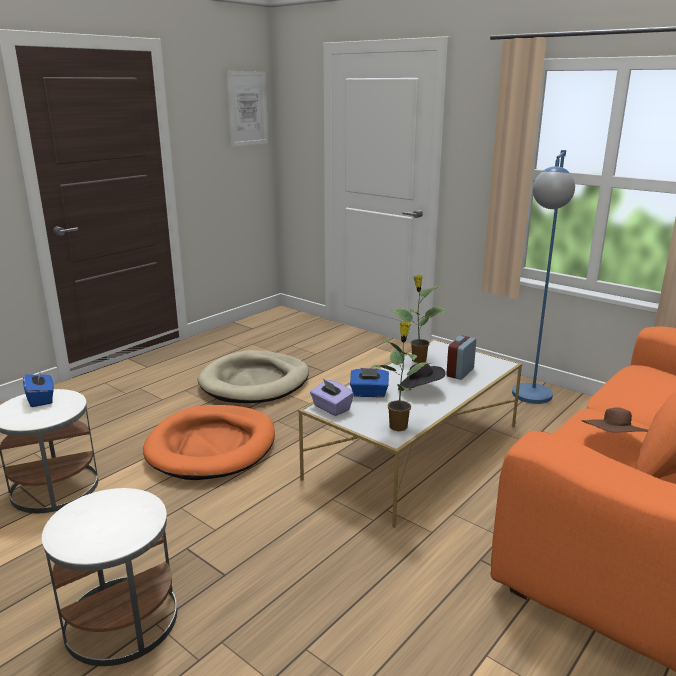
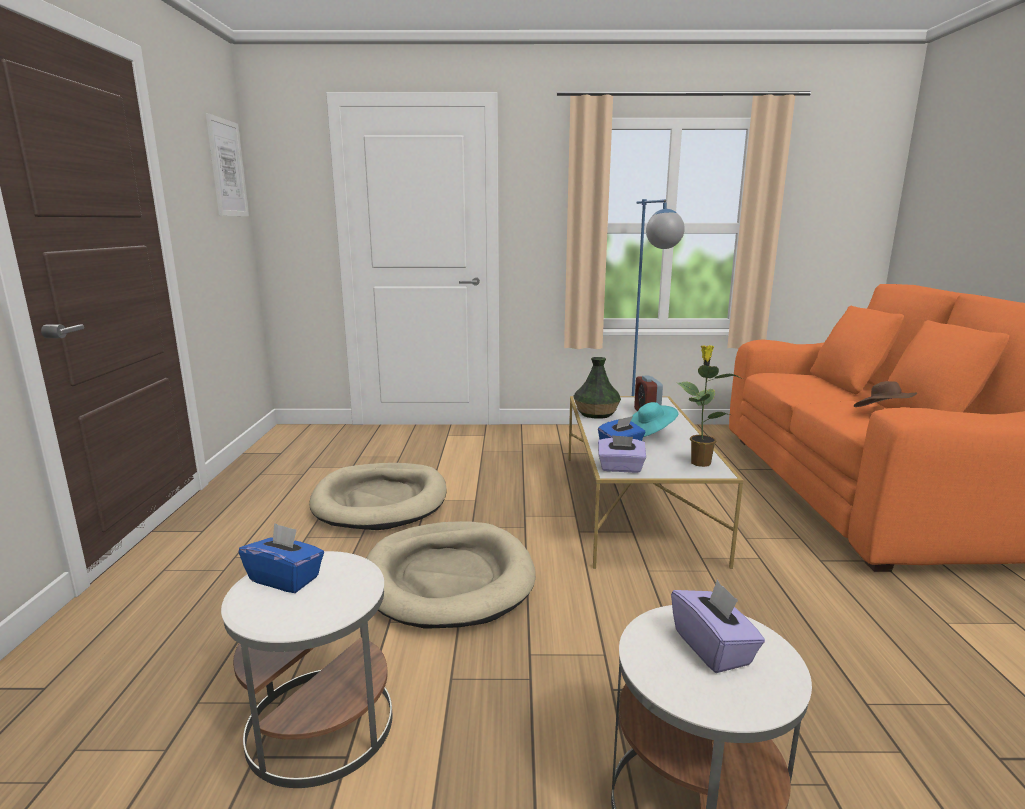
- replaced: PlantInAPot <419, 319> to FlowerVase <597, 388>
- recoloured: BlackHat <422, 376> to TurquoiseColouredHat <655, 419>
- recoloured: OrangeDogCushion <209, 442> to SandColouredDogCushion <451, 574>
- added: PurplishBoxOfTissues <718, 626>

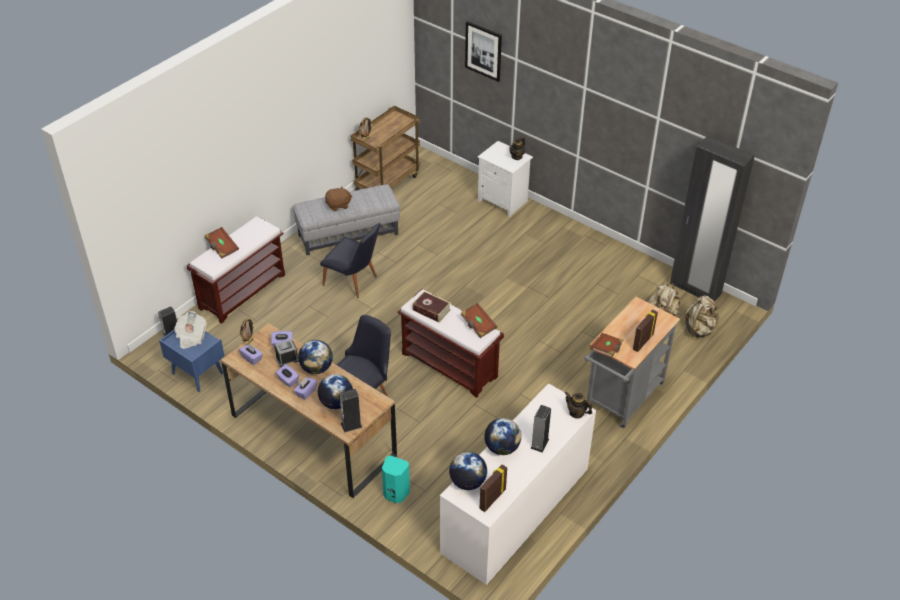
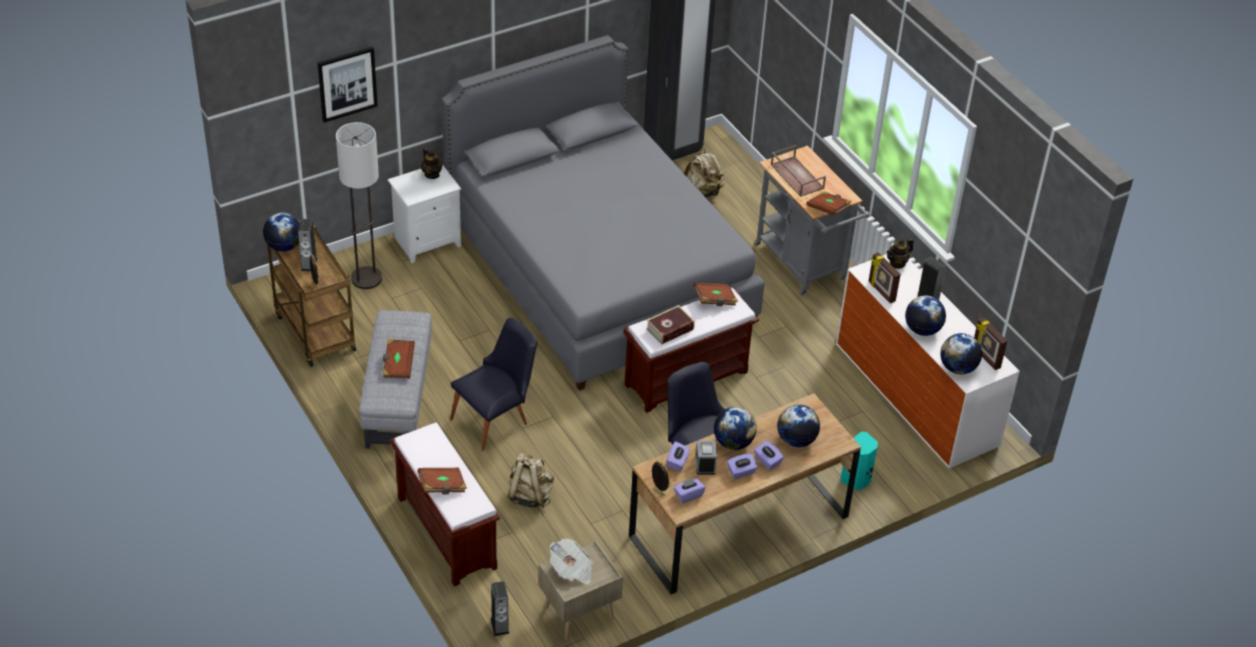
- replaced: BrownSoftToy <338, 198> to BrownBoundBook <399, 359>
- moved: SandColouredRucksack <701, 317> to <531, 480>
- moved: PhotoFrame <645, 331> to <884, 278>
- recoloured: BlueColouredBedsideTable <191, 361> to SandColouredBedsideTable <580, 589>
- moved: AudioSpeaker <350, 411> to <307, 245>
- added: GreySleepingBed <603, 213>
- added: StandardLamp <359, 205>
- added: BrownCarryingTray <798, 171>
- added: Globe <281, 232>

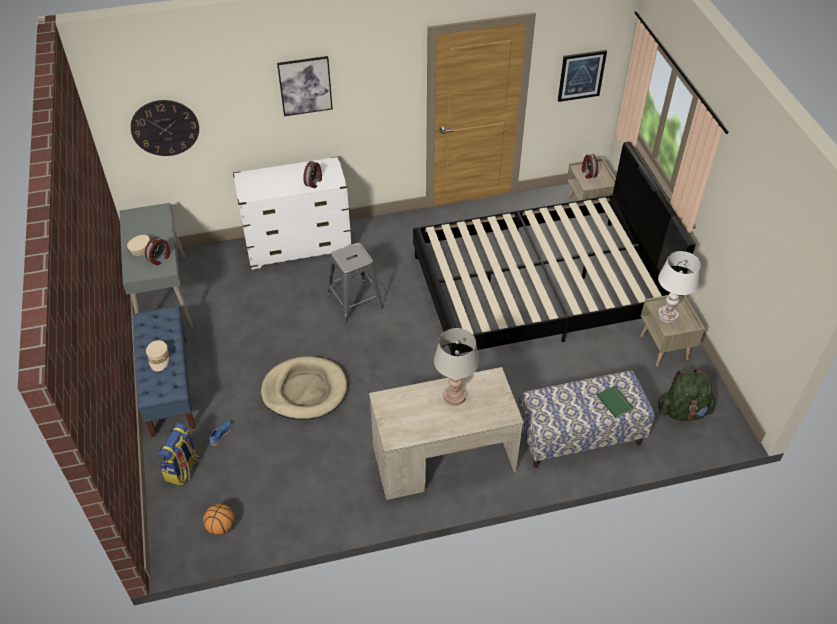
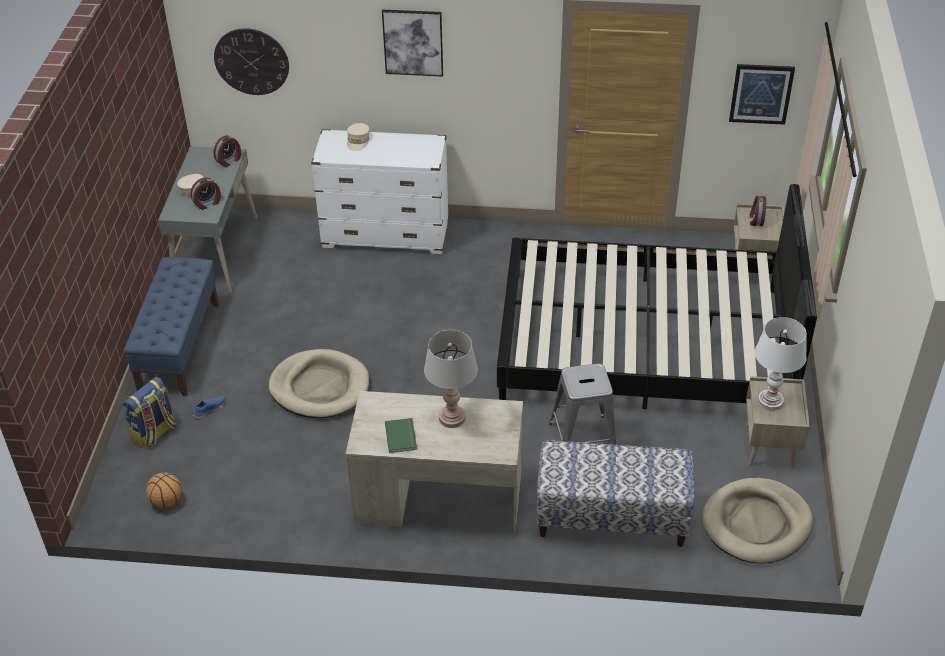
- moved: AlarmClock <312, 174> to <227, 151>
- moved: GreySittingStool <355, 283> to <582, 404>
- moved: SandColouredPeakedCap <157, 356> to <358, 137>
- replaced: GreenColouredRucksack <687, 395> to SandColouredDogCushion <757, 521>
- moved: GreenColouredBoundBook <615, 402> to <401, 435>

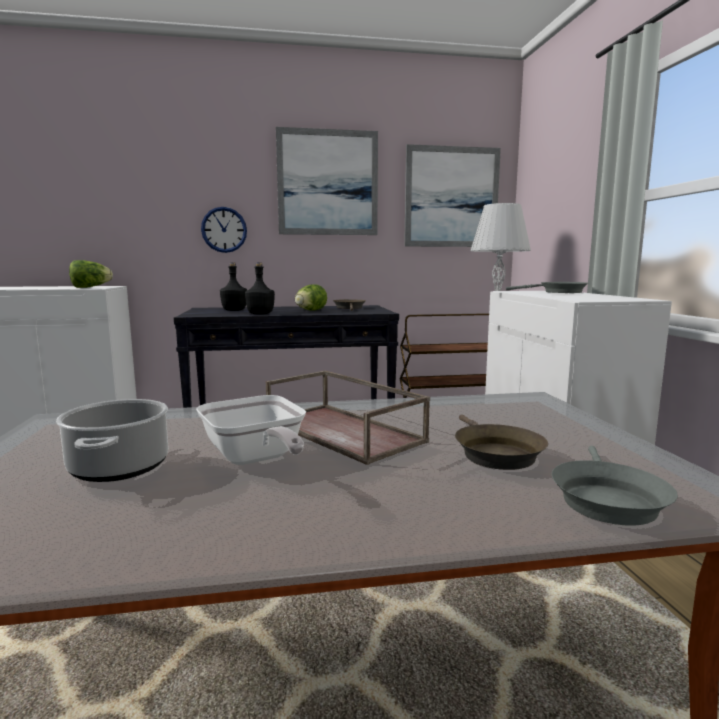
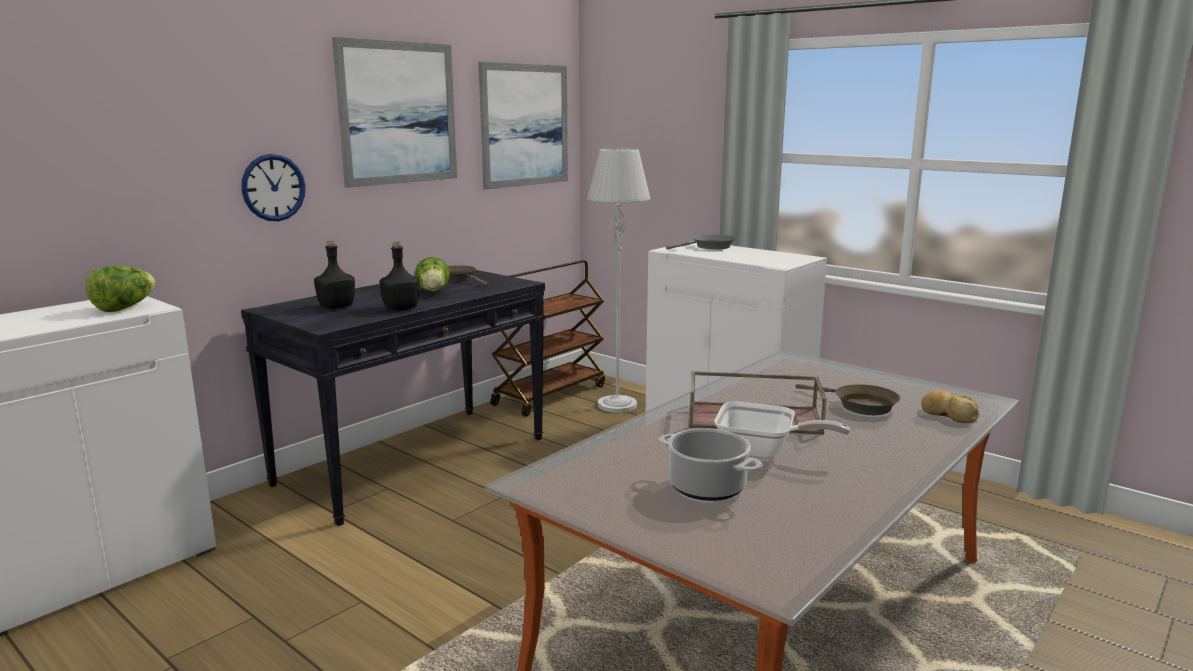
- replaced: GreyFryingPan <615, 485> to BakeryBread <950, 406>

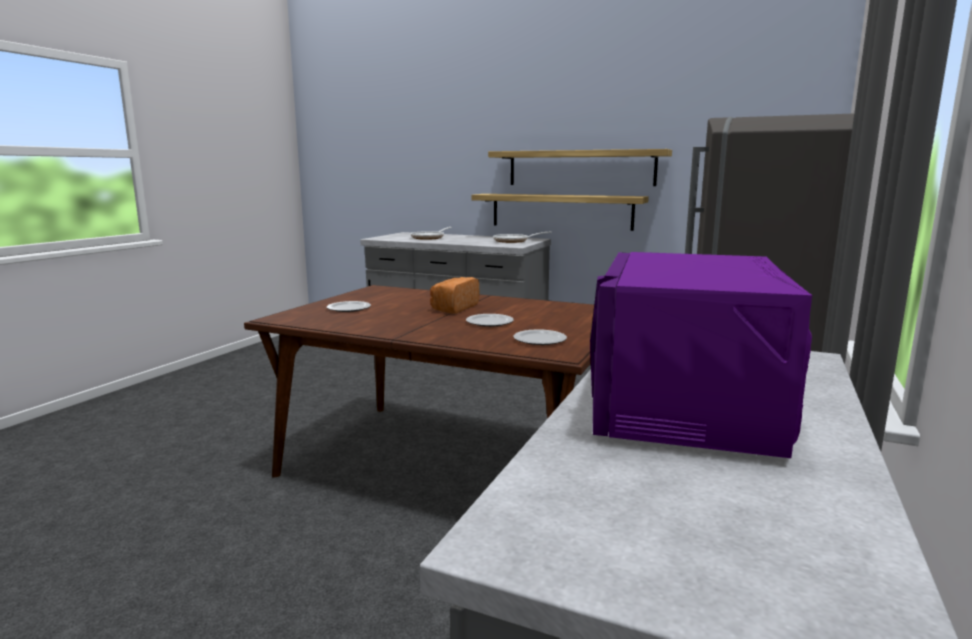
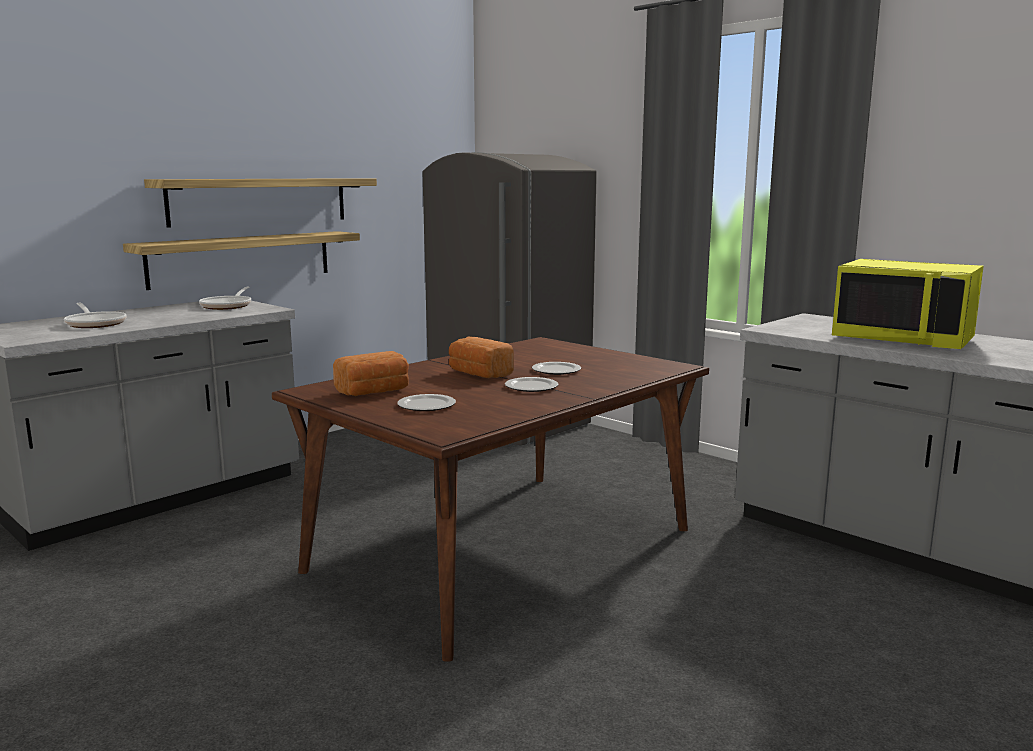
- recoloured: PurplishKitchenMicrowave <701, 355> to YellowKitchenMicrowave <908, 304>
- moved: DinnerPlate <540, 337> to <531, 384>
- added: BakeryBread <371, 373>

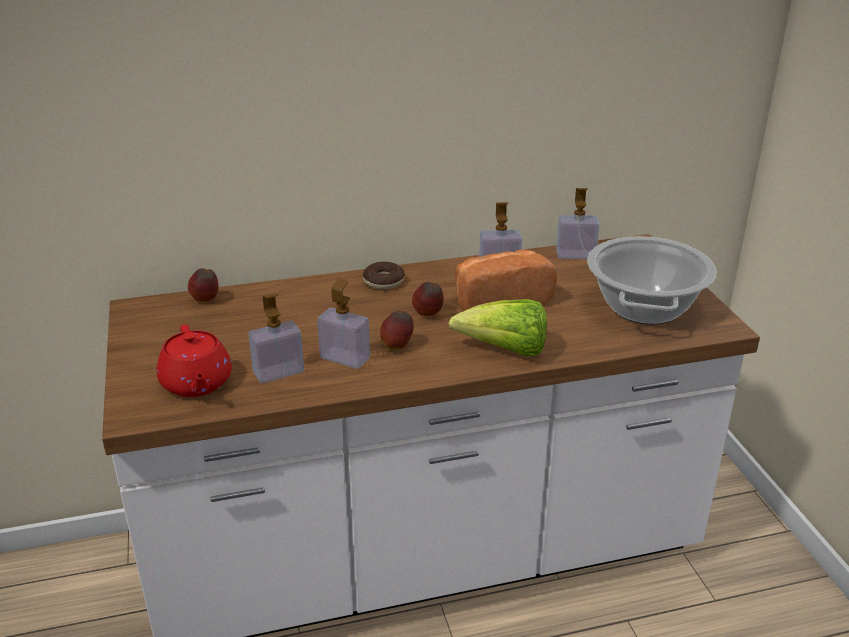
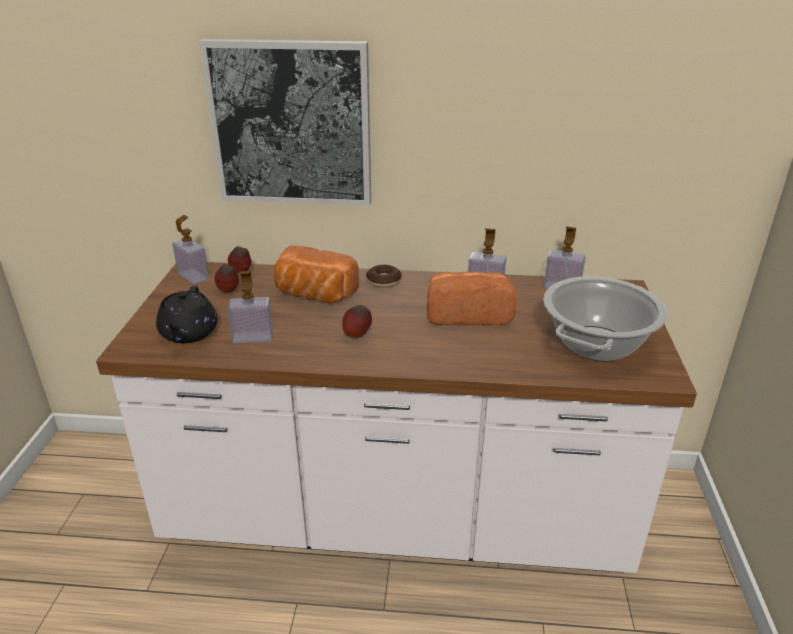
- moved: SoapDispenser <343, 323> to <190, 249>
- moved: Apple <428, 299> to <227, 278>
- removed: HeadOfLettuce <497, 327>
- recoloured: ReddishPotForTea <194, 361> to BlackPotForTea <187, 314>
- added: WallPicture <285, 122>
- added: BakeryBread <316, 274>

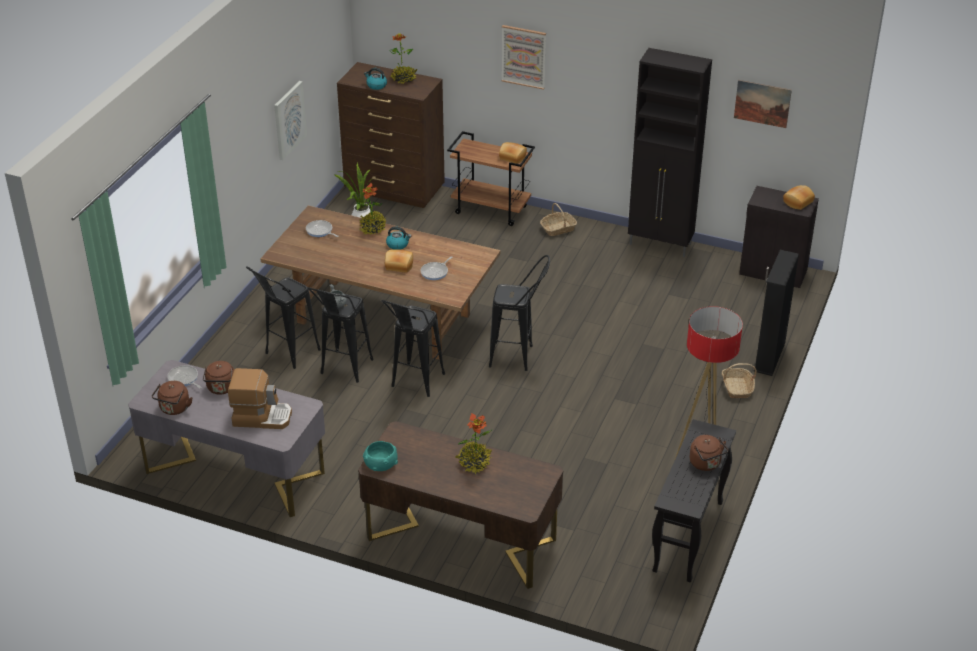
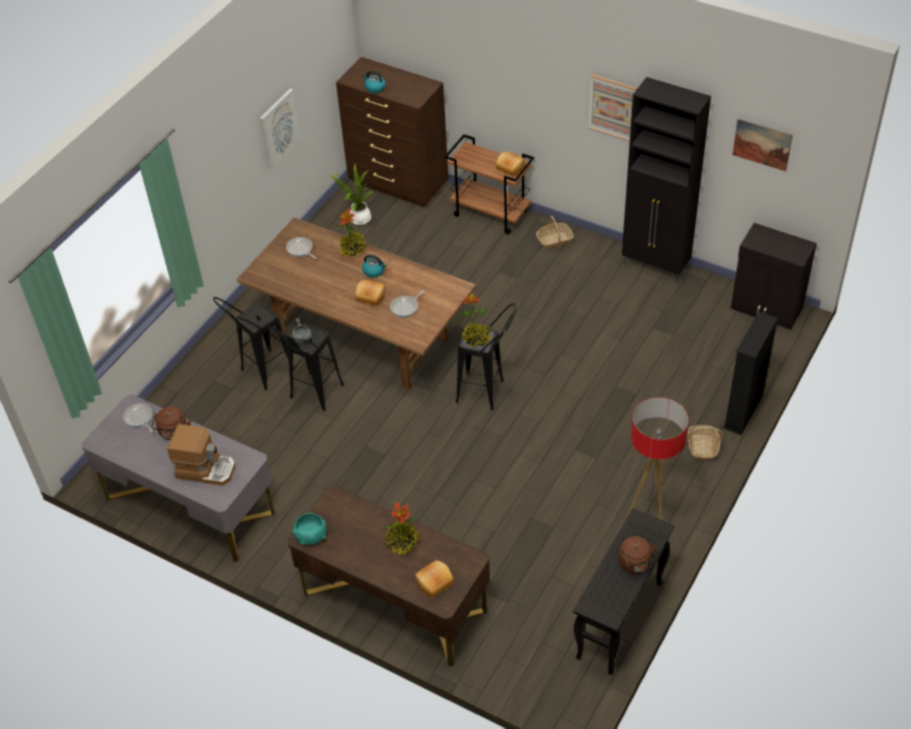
- moved: WallPicture <523, 57> to <613, 108>
- moved: PlantInAPot <403, 58> to <476, 321>
- moved: BakeryBread <799, 197> to <434, 579>
- removed: BlackSittingStool <413, 348>
- removed: BrownWaterKettle <172, 398>

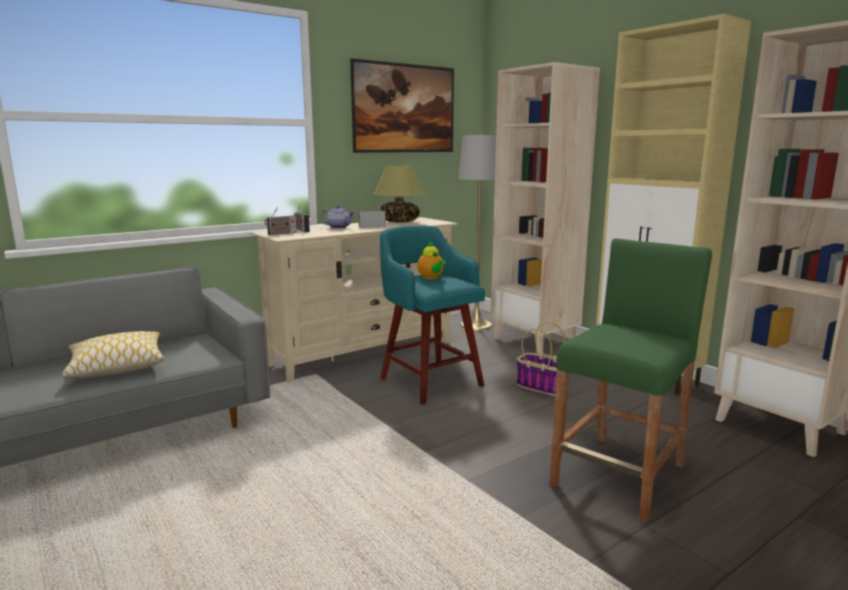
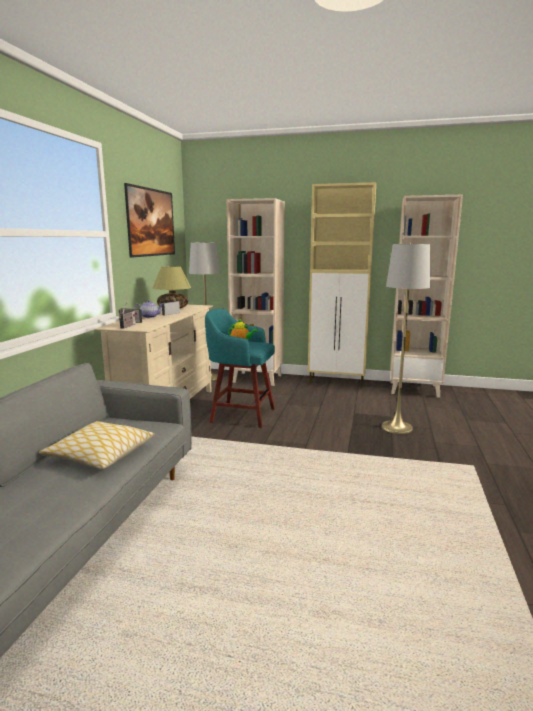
- replaced: GreenColouredSittingStool <630, 380> to GreyStandardLamp <406, 338>
- removed: HouseholdBasket <541, 359>

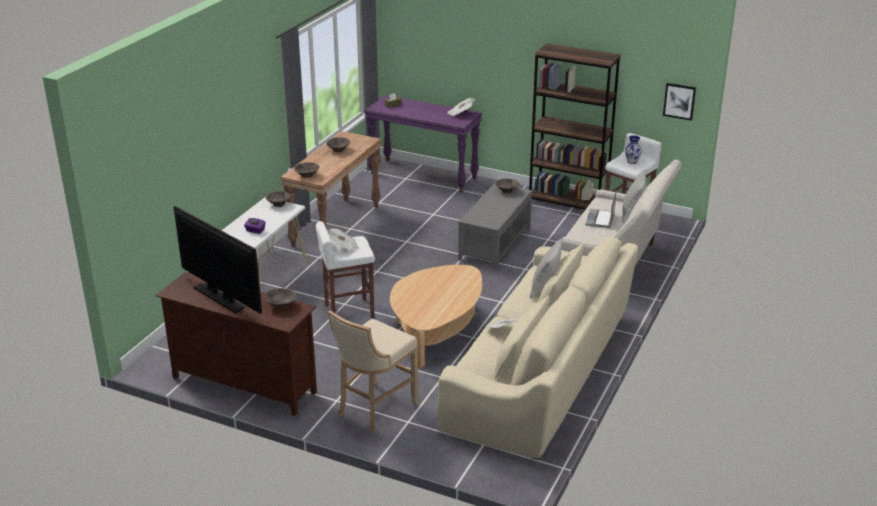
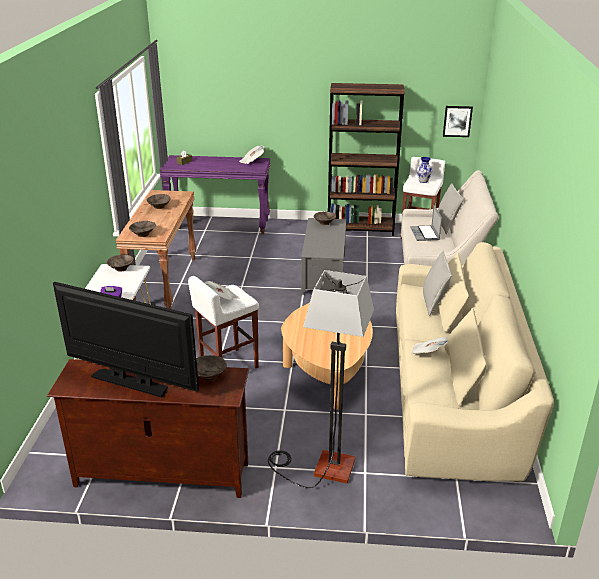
- replaced: SandColouredSittingStool <373, 371> to StandardLamp <321, 379>

